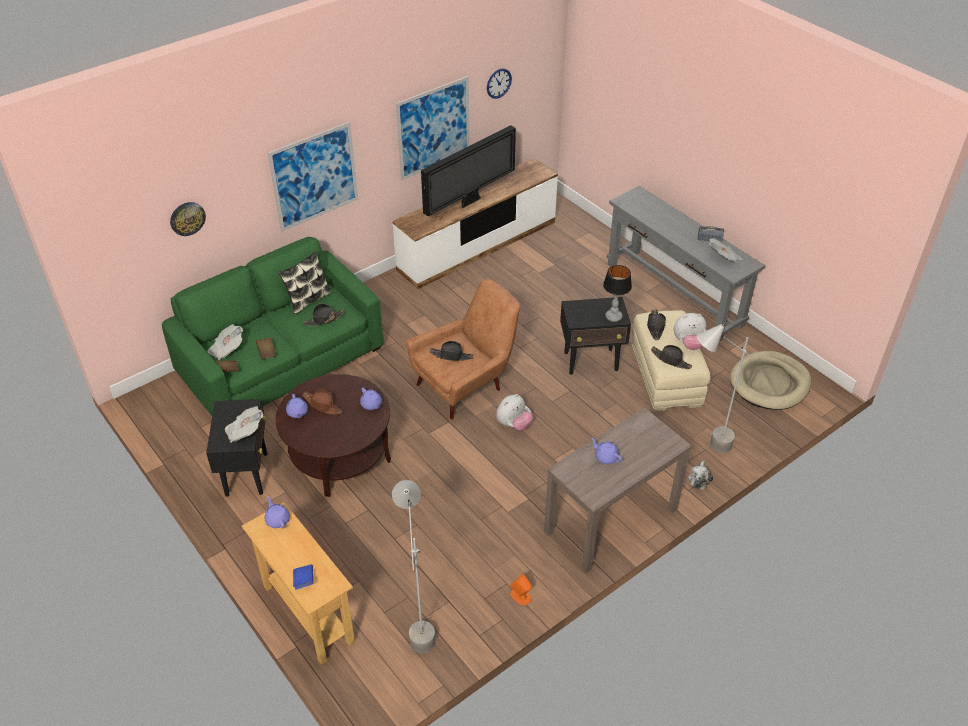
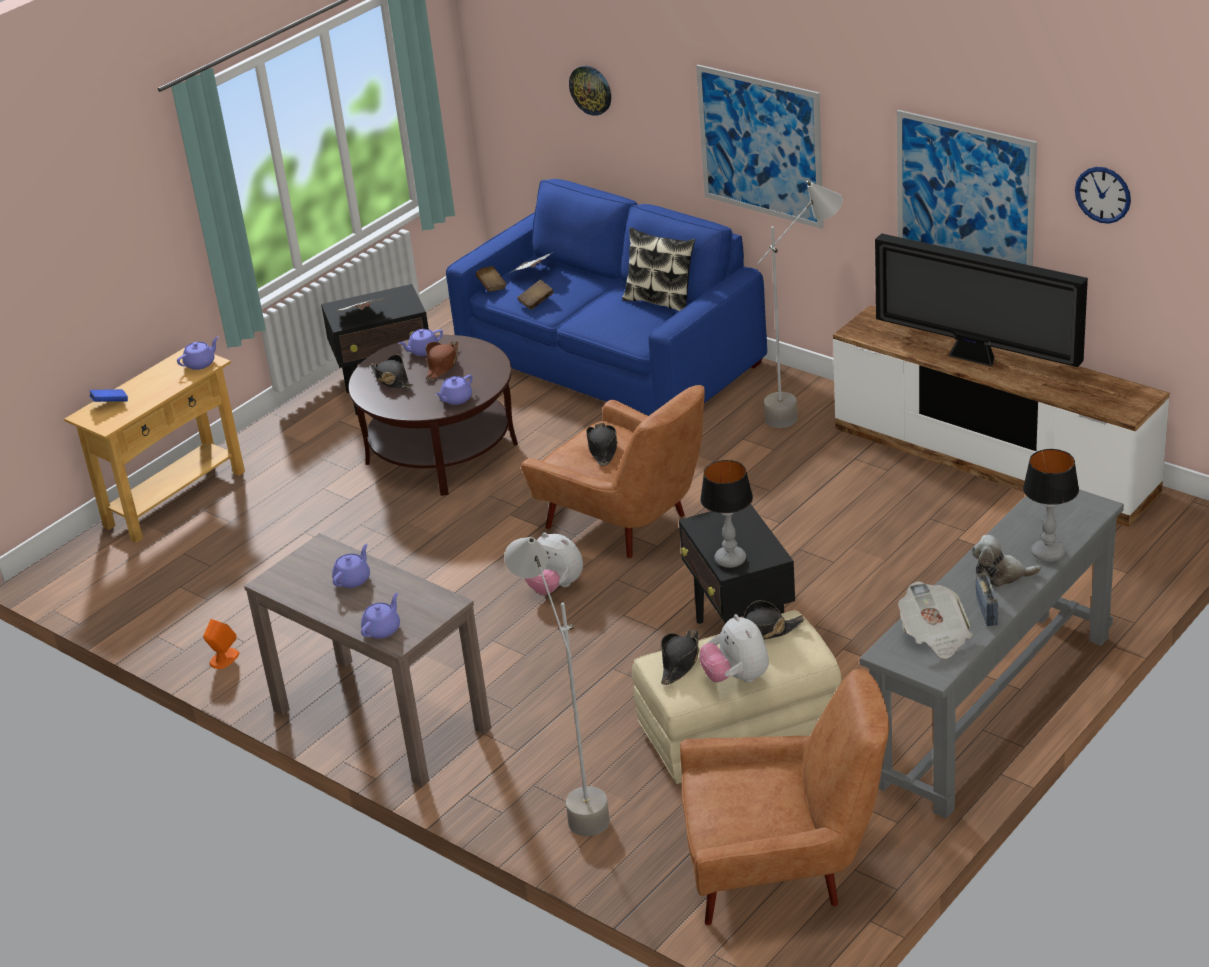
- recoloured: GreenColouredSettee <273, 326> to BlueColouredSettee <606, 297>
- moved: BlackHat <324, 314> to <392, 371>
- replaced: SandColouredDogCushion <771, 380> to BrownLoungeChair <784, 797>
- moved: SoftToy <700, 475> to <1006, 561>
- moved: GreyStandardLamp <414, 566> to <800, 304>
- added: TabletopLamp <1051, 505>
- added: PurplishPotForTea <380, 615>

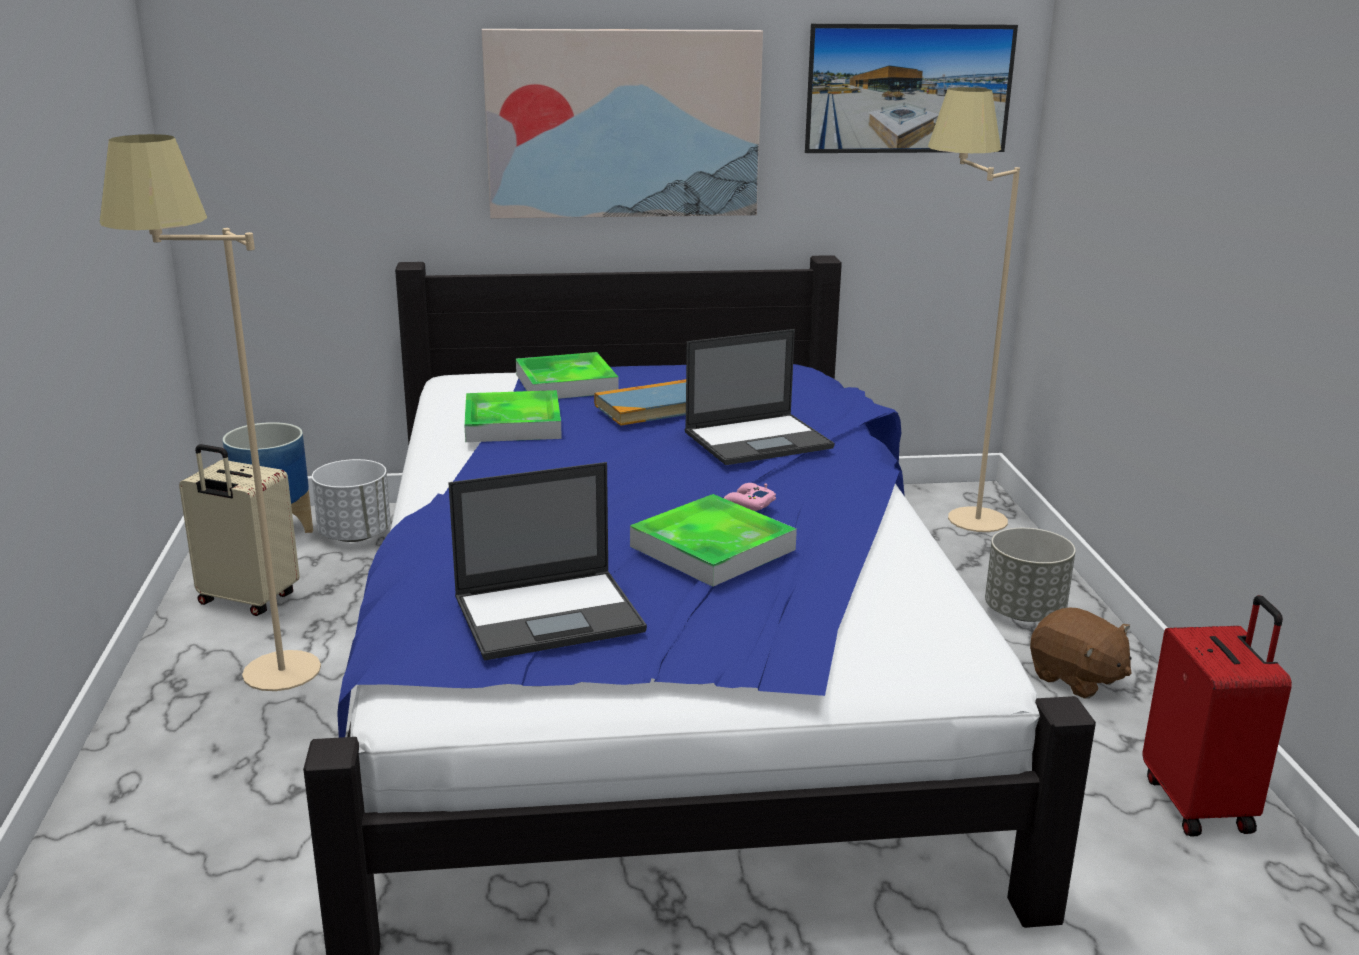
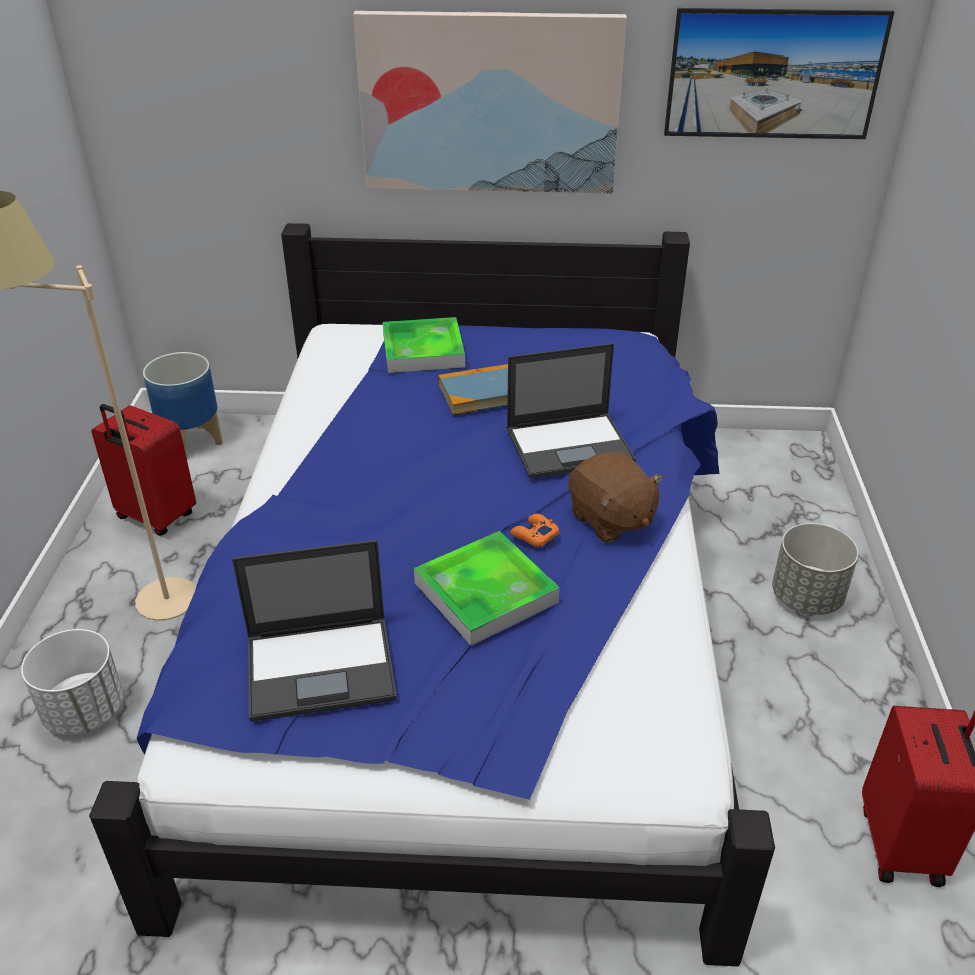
- removed: SandColouredStandardLamp <974, 309>
- removed: CarryingTray <513, 416>
- recoloured: SandColouredPieceOfLuggage <239, 530> to ReddishPieceOfLuggage <143, 470>
- moved: WhiteColouredPlanter <351, 500> to <72, 682>
- recoloured: PinkJoypad <750, 497> to OrangeJoypad <534, 530>
- moved: BrownSoftToy <1081, 653> to <616, 497>

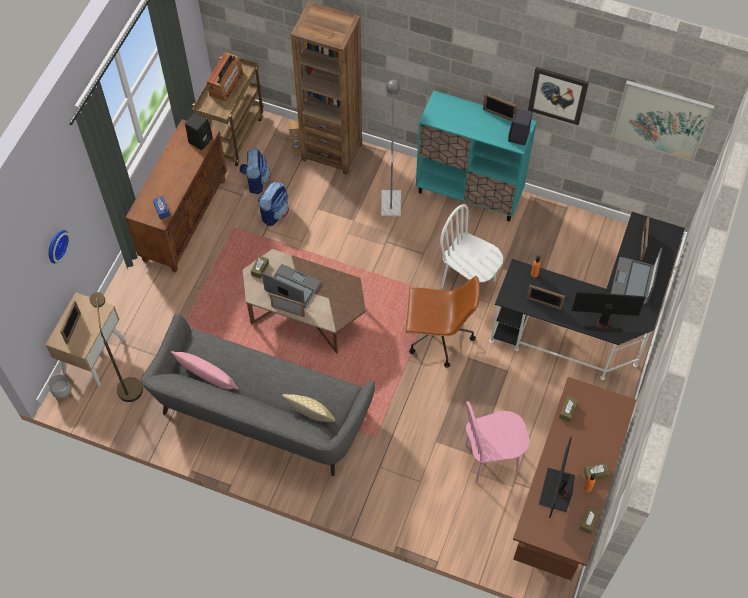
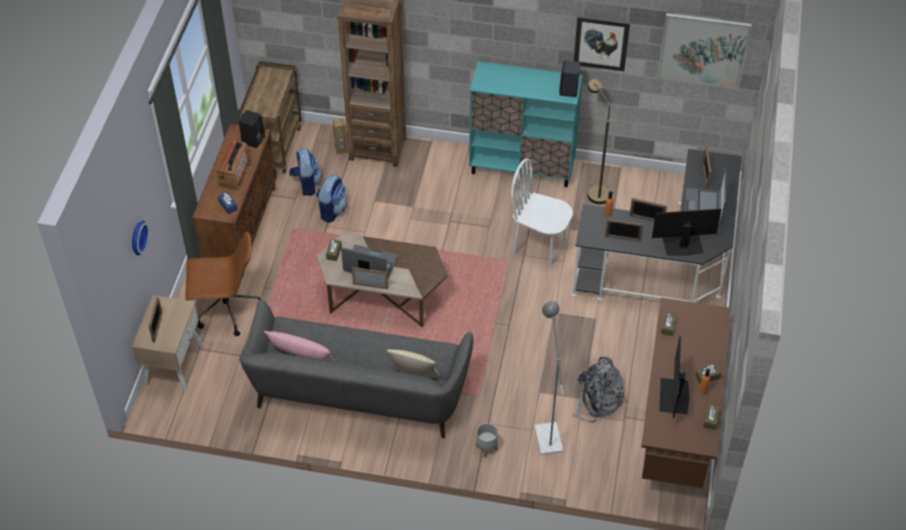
- moved: Radio <225, 76> to <234, 165>
- moved: GreyStandardLamp <391, 148> to <549, 378>
- moved: PhotoFrame <500, 107> to <648, 209>
- moved: BrownComputerChair <442, 322> to <223, 283>
- moved: BrownStandardLamp <116, 347> to <599, 141>
- moved: GreyPlanter <60, 388> to <487, 440>
- replaced: PinkPlainChair <497, 442> to GreyRucksack <599, 389>

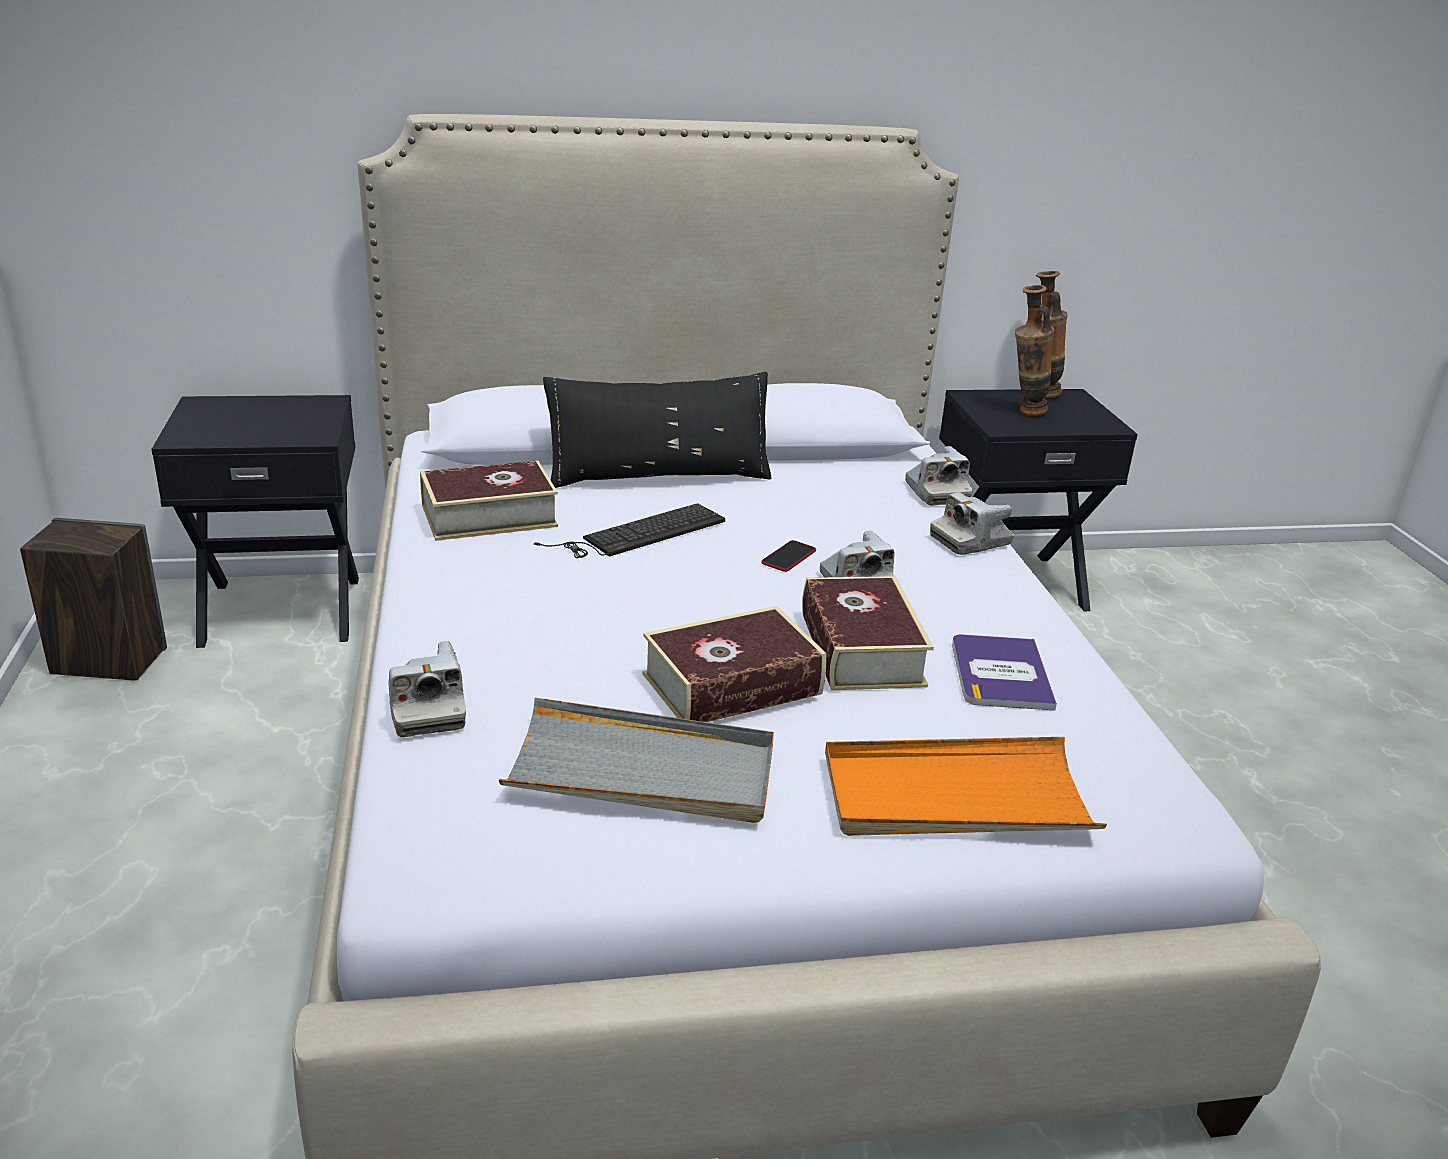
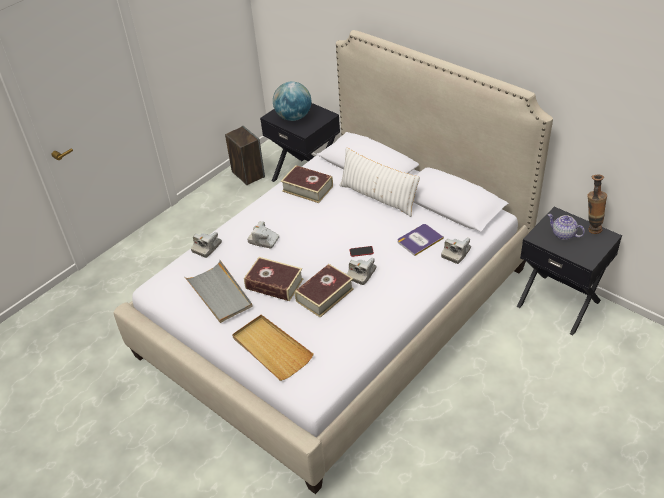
- replaced: FlowerVase <1034, 350> to PotForTea <566, 227>
- recoloured: BlackCushion <657, 430> to WhiteColouredCushion <379, 182>
- moved: PhotoCamera <972, 523> to <263, 234>
- removed: Keyboard <629, 530>
- moved: BoundBook <1004, 672> to <421, 240>
- recoloured: OrangeCarryingTray <966, 786> to SandColouredCarryingTray <273, 348>
- added: Globe <292, 101>

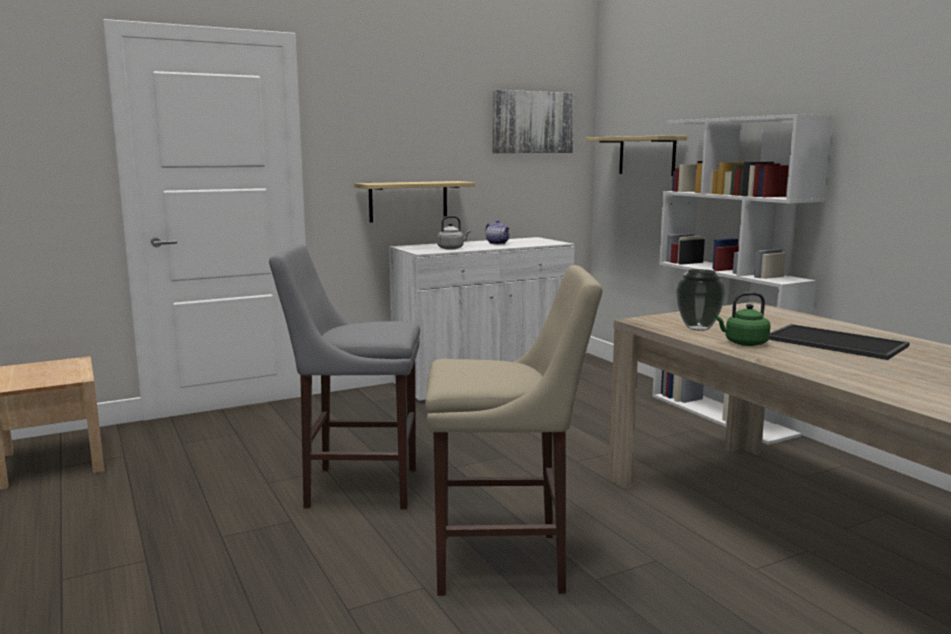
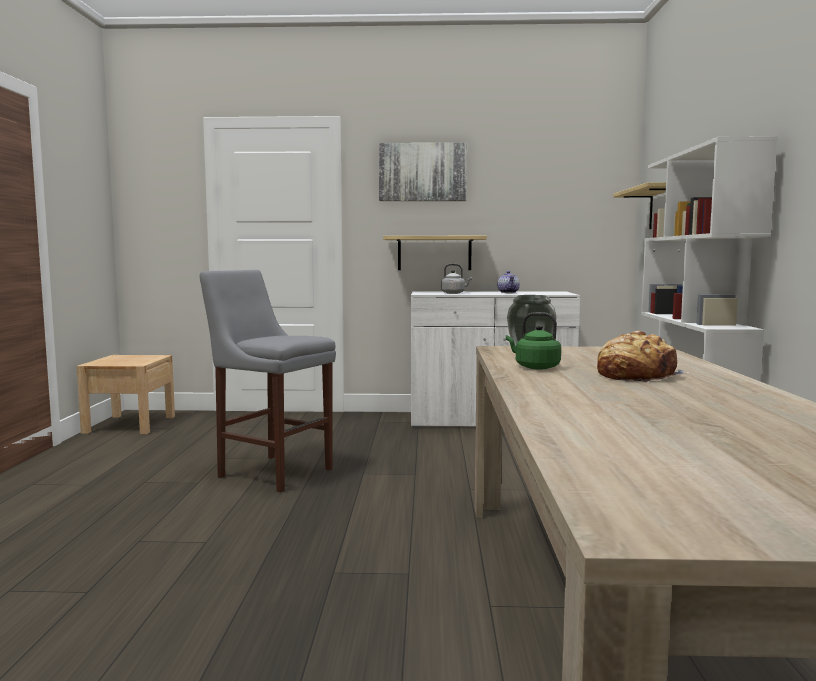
- moved: WallPicture <534, 121> to <423, 172>
- removed: SandColouredSittingStool <514, 430>
- replaced: CarryingTray <839, 342> to BakeryBread <643, 356>

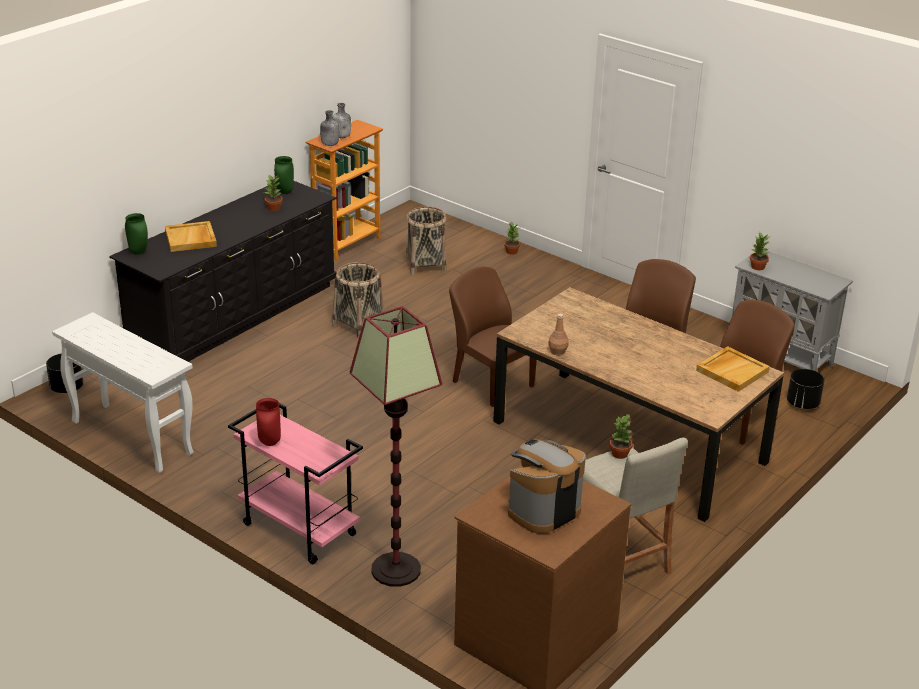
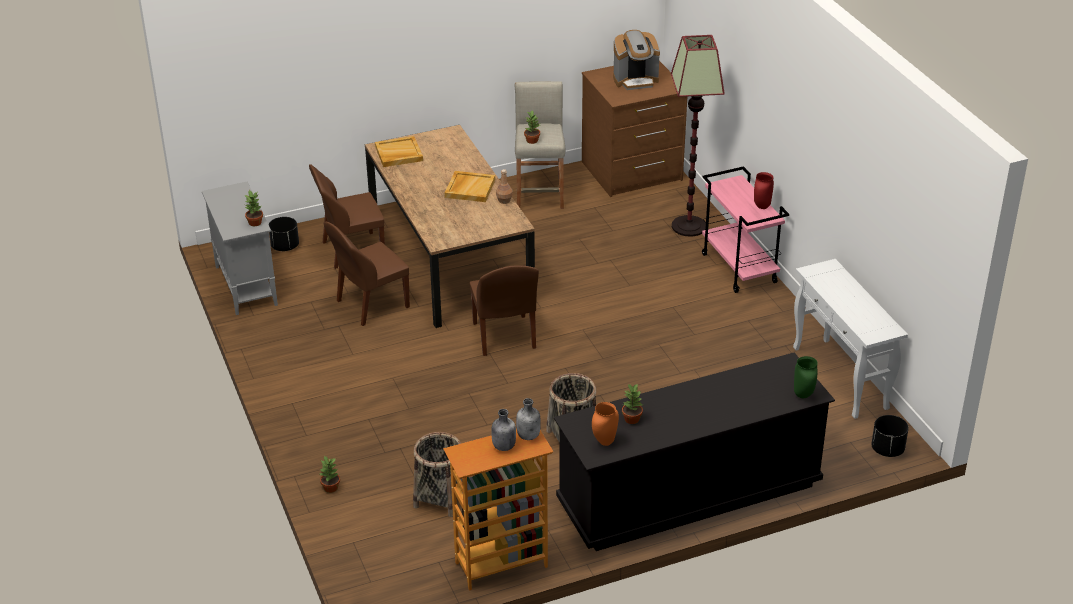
- recoloured: GreenColouredFlowerVase <284, 175> to OrangeFlowerVase <605, 424>
- moved: SandColouredCarryingTray <191, 236> to <470, 186>

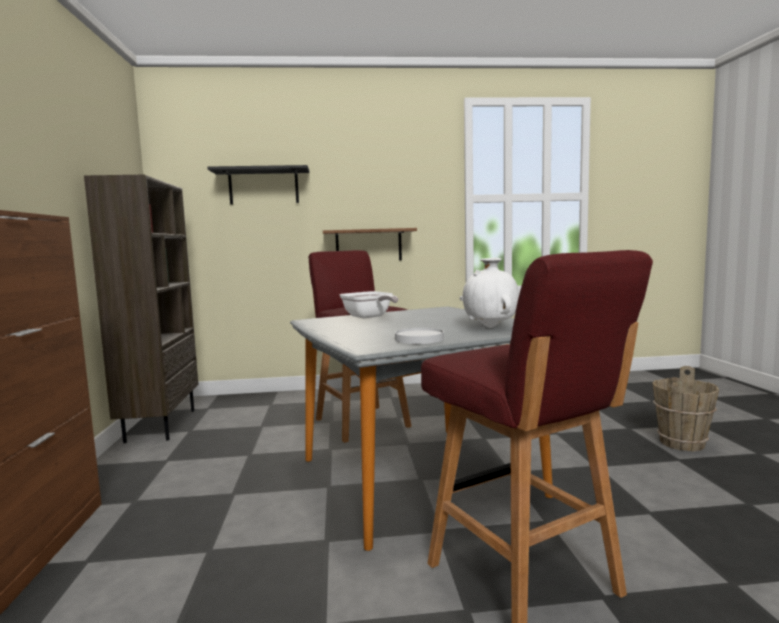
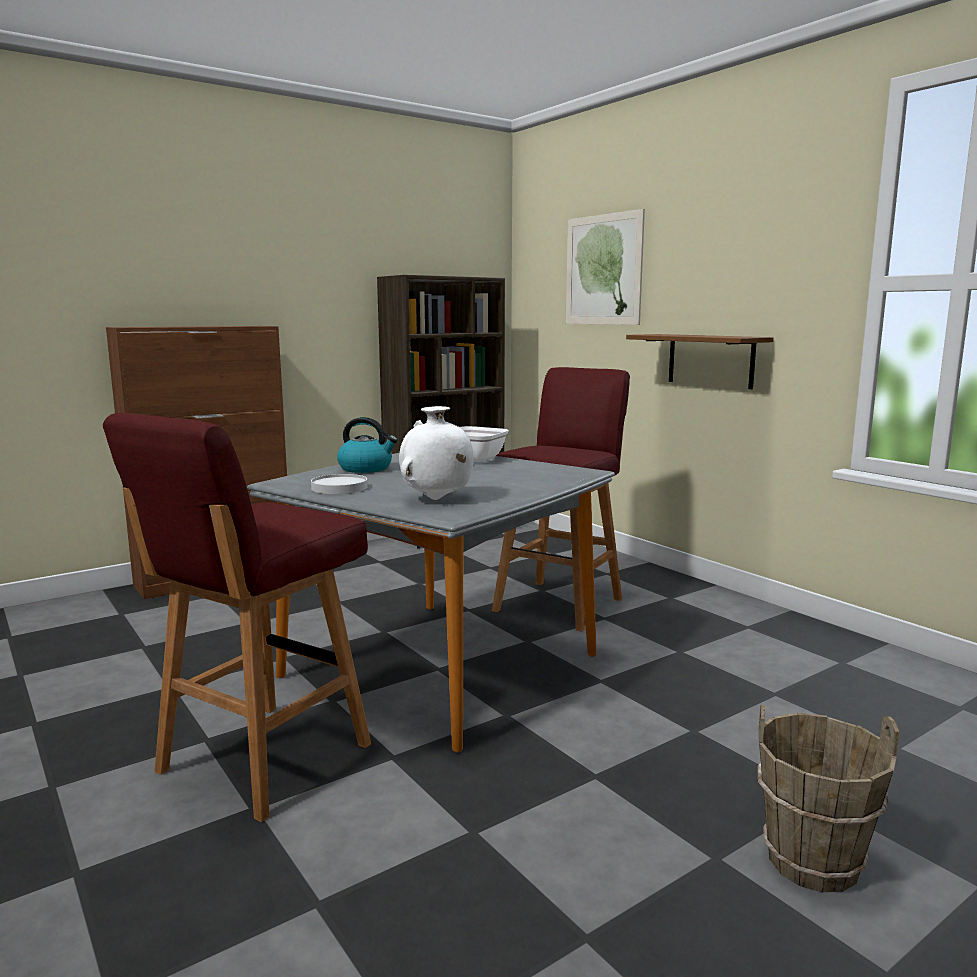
- replaced: BlackShelf <258, 184> to WallPicture <605, 267>
- added: WaterKettle <367, 445>

